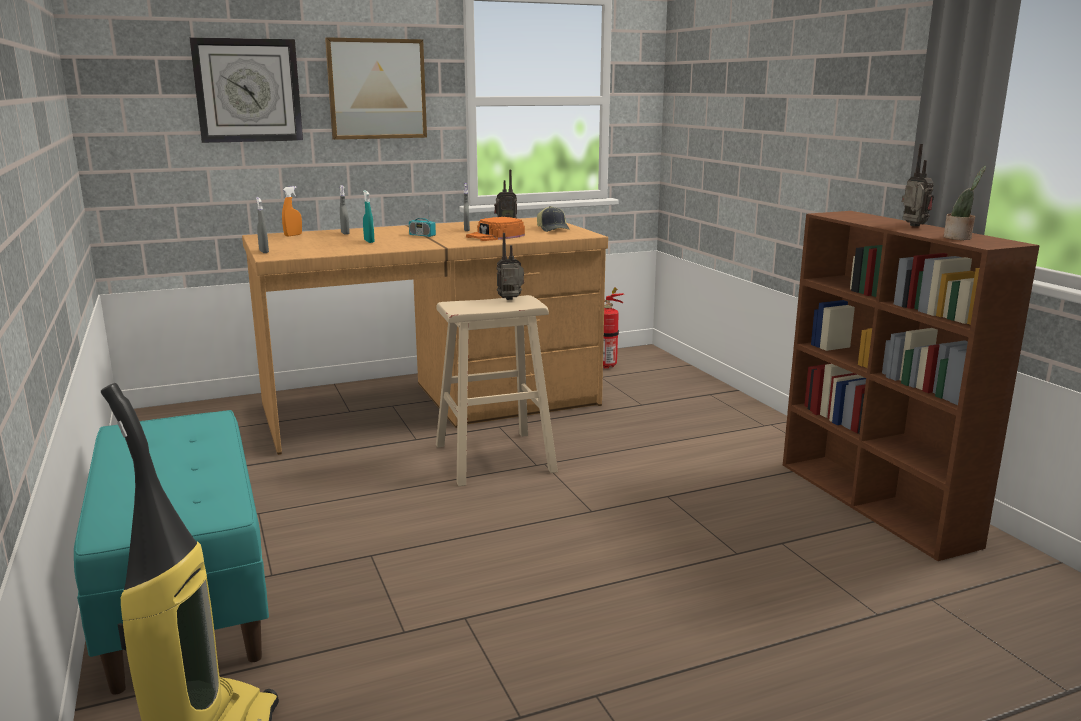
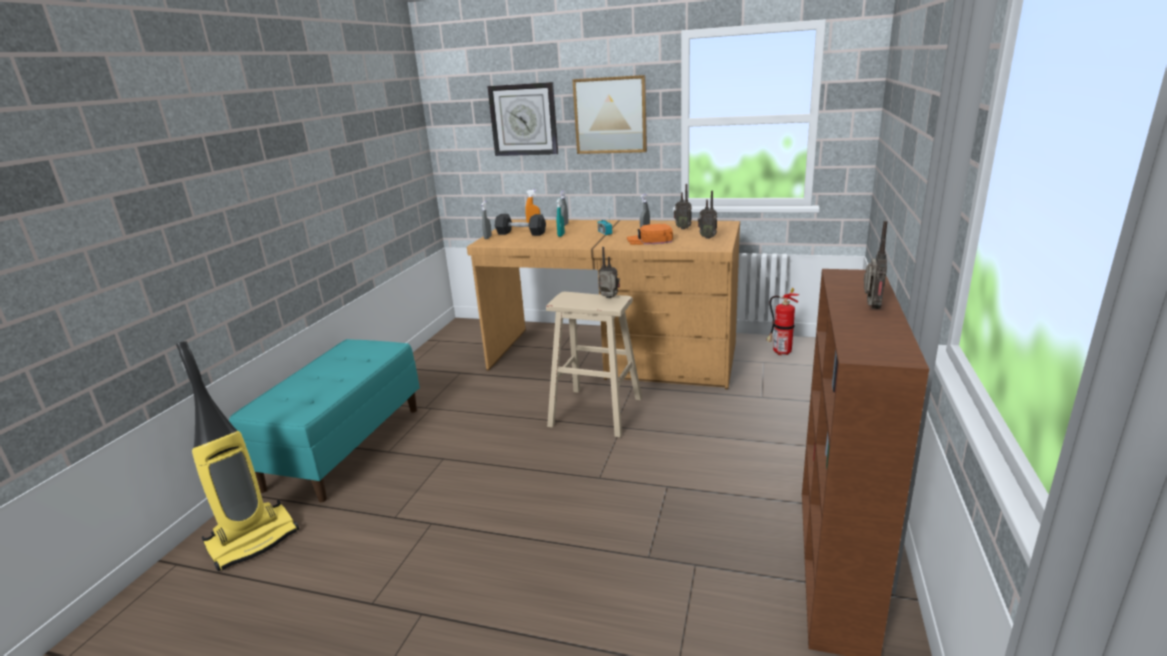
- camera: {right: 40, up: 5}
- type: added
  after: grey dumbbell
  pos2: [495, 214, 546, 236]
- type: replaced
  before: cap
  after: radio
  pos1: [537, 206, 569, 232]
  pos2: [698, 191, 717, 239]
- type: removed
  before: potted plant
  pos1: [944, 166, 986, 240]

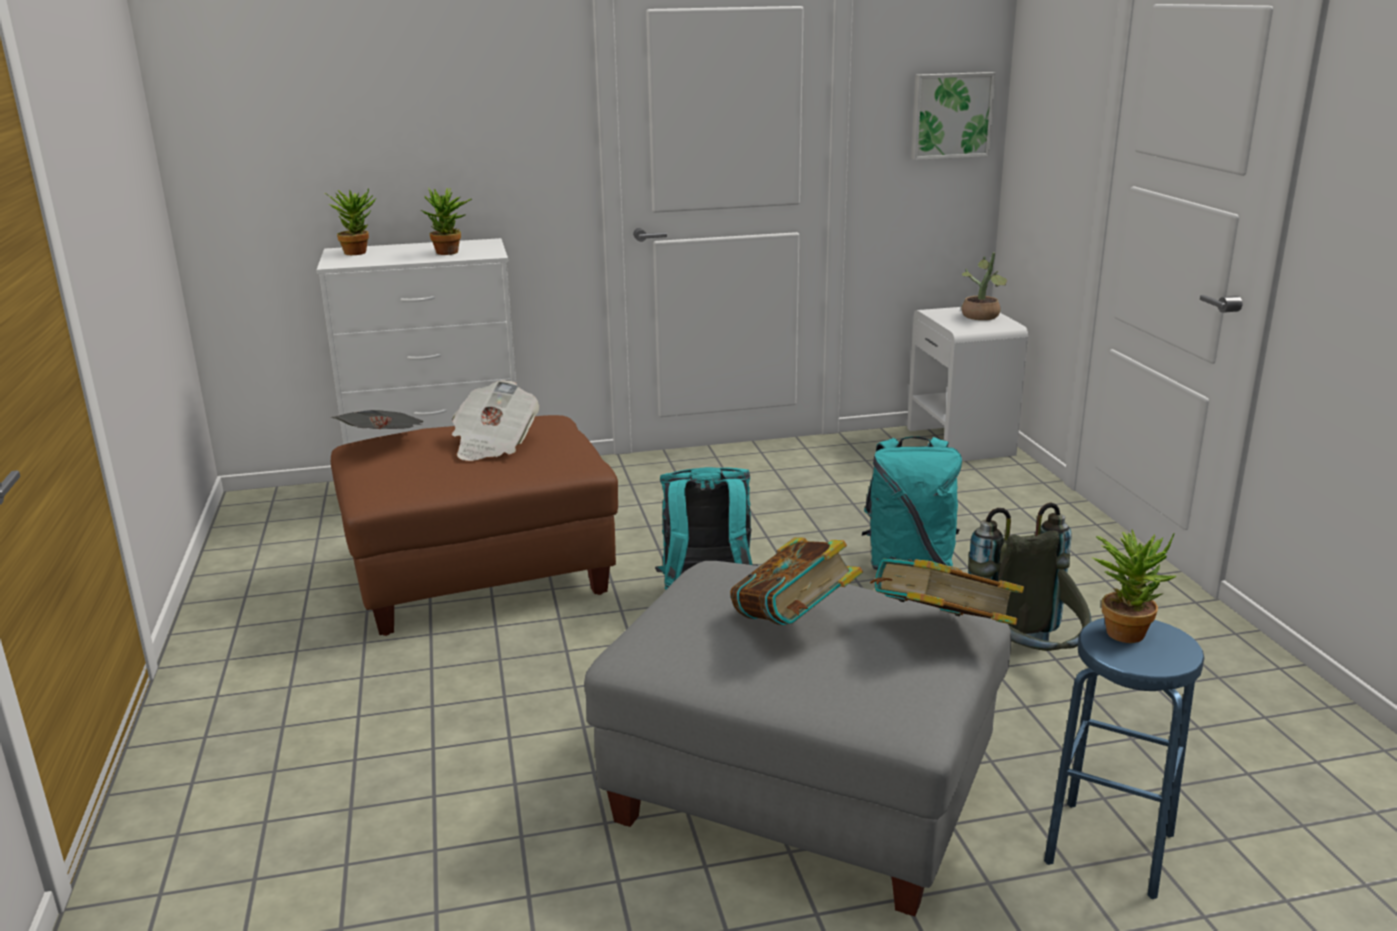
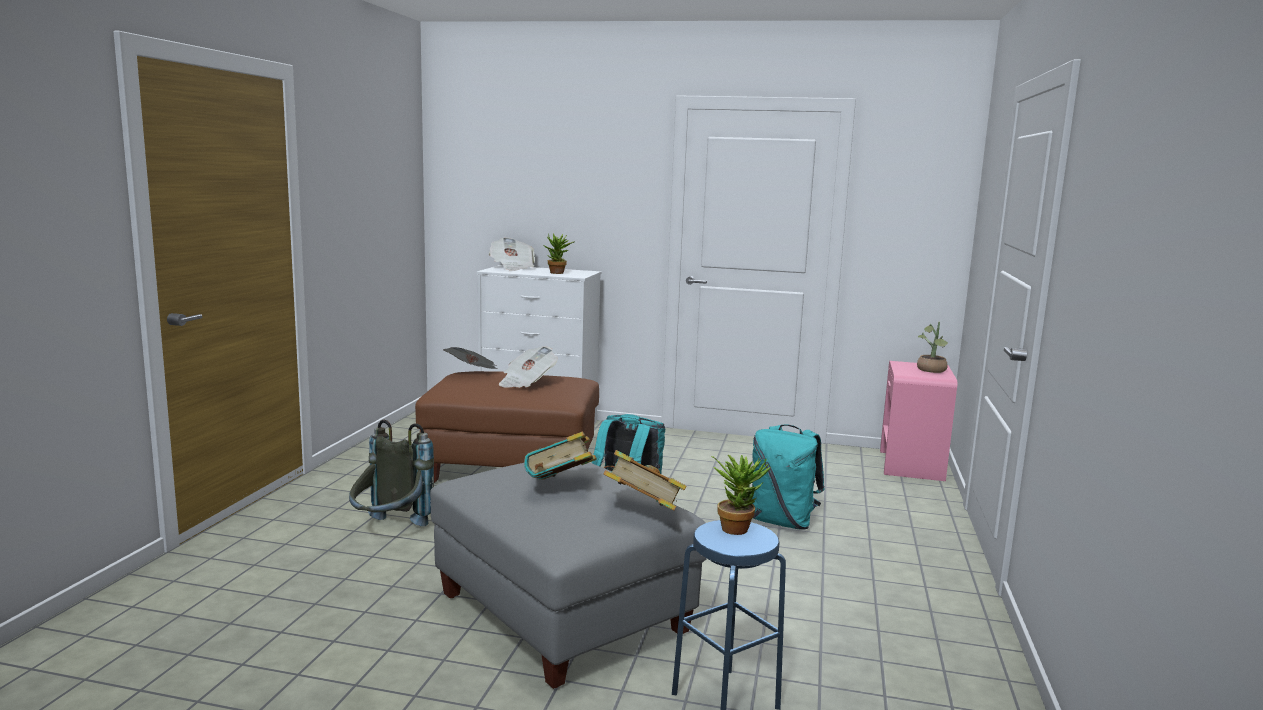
- camera: {right: 25, up: -10}
- type: moved
  before: grey backpack
  pos1: [968, 503, 1091, 651]
  pos2: [349, 420, 434, 526]
- type: replaced
  before: potted plant
  after: newspaper
  pos1: [324, 188, 376, 255]
  pos2: [489, 237, 535, 271]
- type: recoloured
  before: white nightstand
  after: pink nightstand
  pos1: [907, 307, 1028, 461]
  pos2: [880, 361, 957, 481]
- type: removed
  before: picture
  pos1: [911, 72, 996, 160]

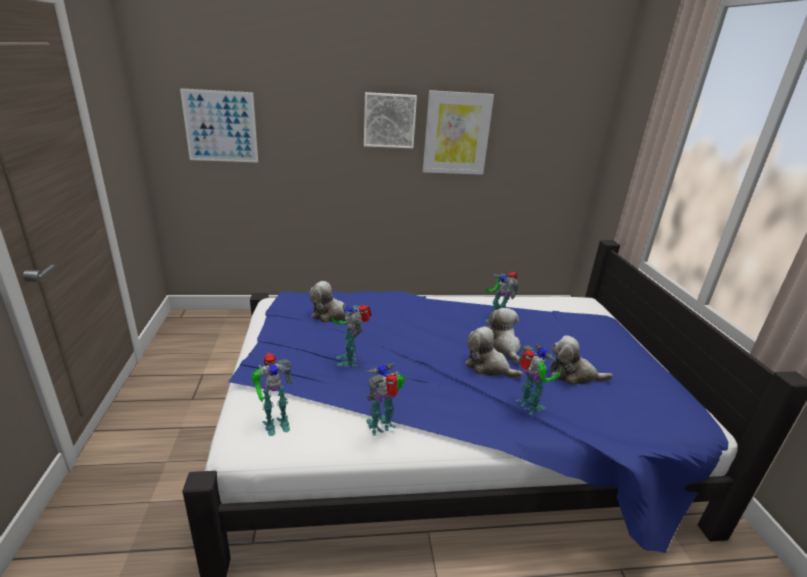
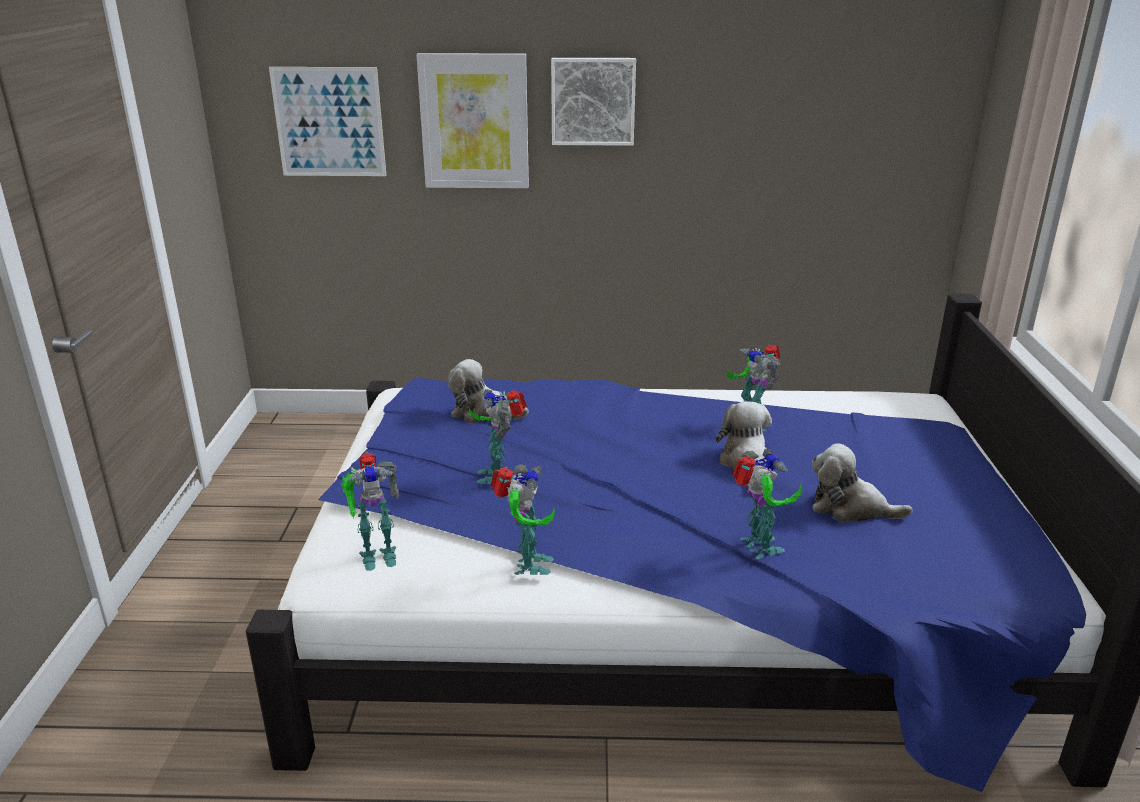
- camera: {right: 10, up: 0}
- type: moved
  before: picture
  pos1: [423, 90, 494, 175]
  pos2: [416, 53, 529, 188]
- type: turned
  before: toy robot
  pos1: [366, 363, 405, 436]
  pos2: [490, 464, 555, 575]
  turn: 120
- type: removed
  before: plush toy
  pos1: [465, 326, 523, 379]

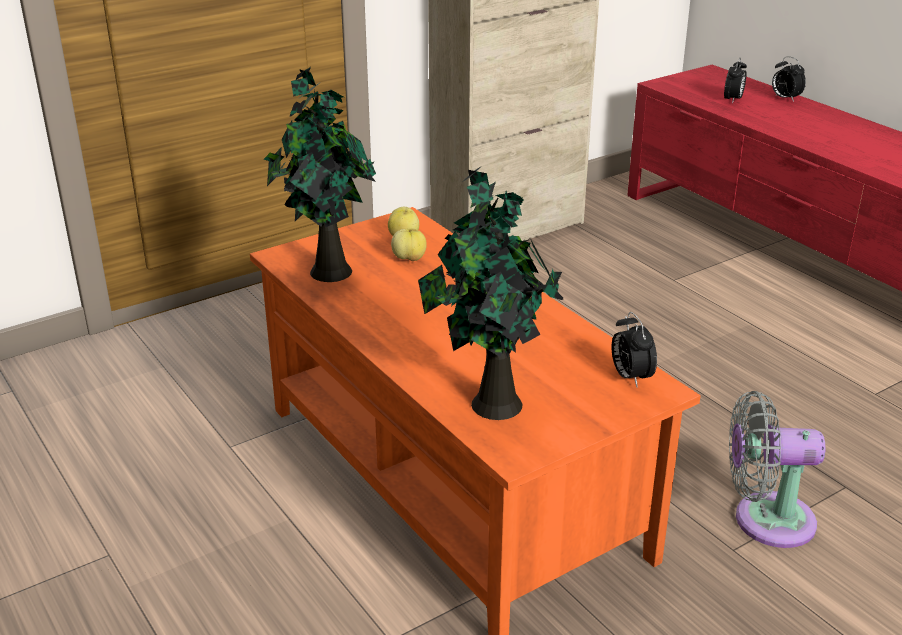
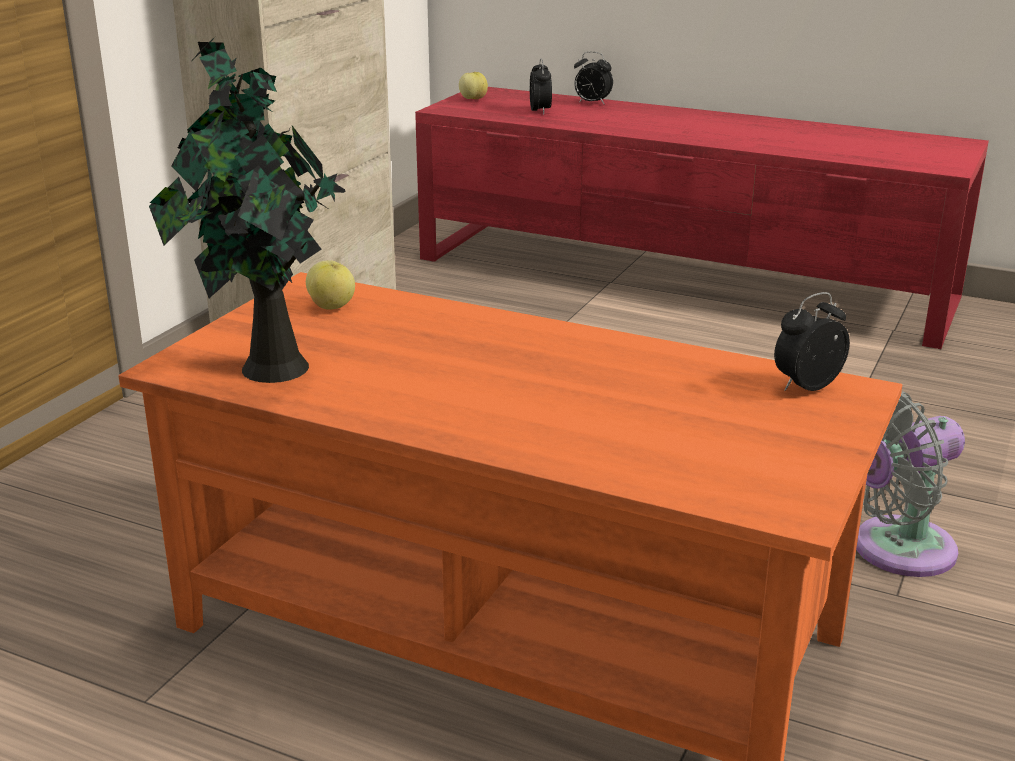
- camera: {right: -30, up: -5}
- type: moved
  before: apple
  pos1: [391, 229, 427, 261]
  pos2: [459, 72, 488, 99]
- type: turned
  before: alarm clock
  pos1: [612, 312, 657, 387]
  pos2: [774, 292, 850, 391]
  turn: 105
- type: removed
  before: potted plant
  pos1: [418, 165, 564, 420]

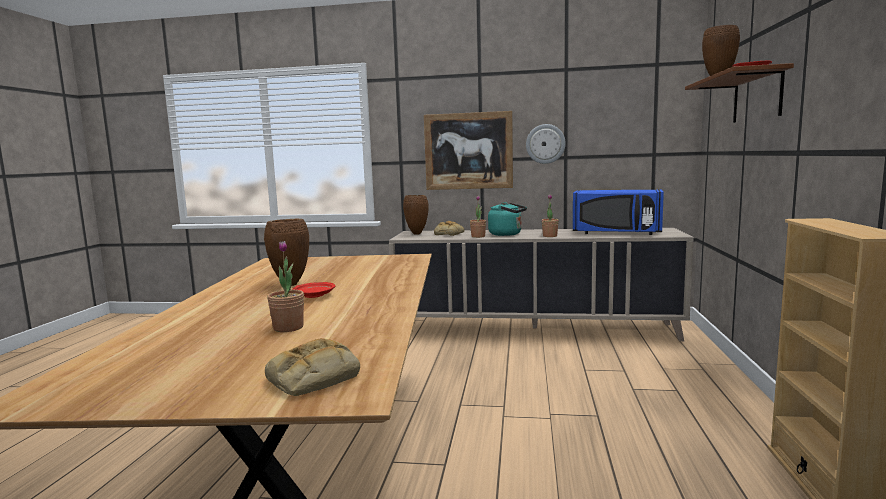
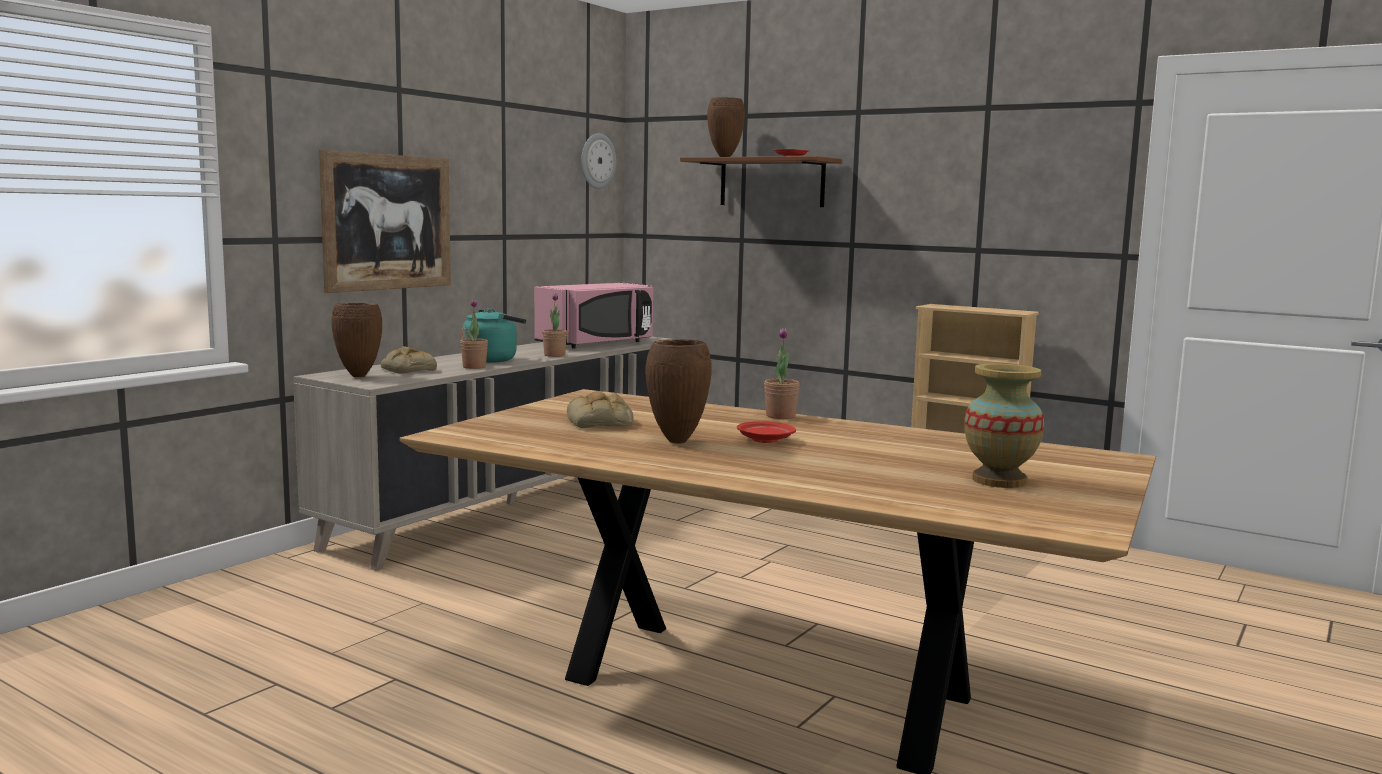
- camera: {right: -65, up: 0}
- type: recoloured
  before: blue microwave
  after: pink microwave
  pos1: [573, 190, 664, 235]
  pos2: [534, 283, 653, 348]
- type: moved
  before: bread
  pos1: [265, 338, 360, 396]
  pos2: [567, 391, 634, 428]
- type: moved
  before: wall clock
  pos1: [526, 124, 566, 164]
  pos2: [581, 133, 616, 189]
- type: moved
  before: potted plant
  pos1: [267, 241, 304, 332]
  pos2: [764, 328, 800, 419]
- type: added
  after: vase
  pos2: [964, 364, 1044, 488]

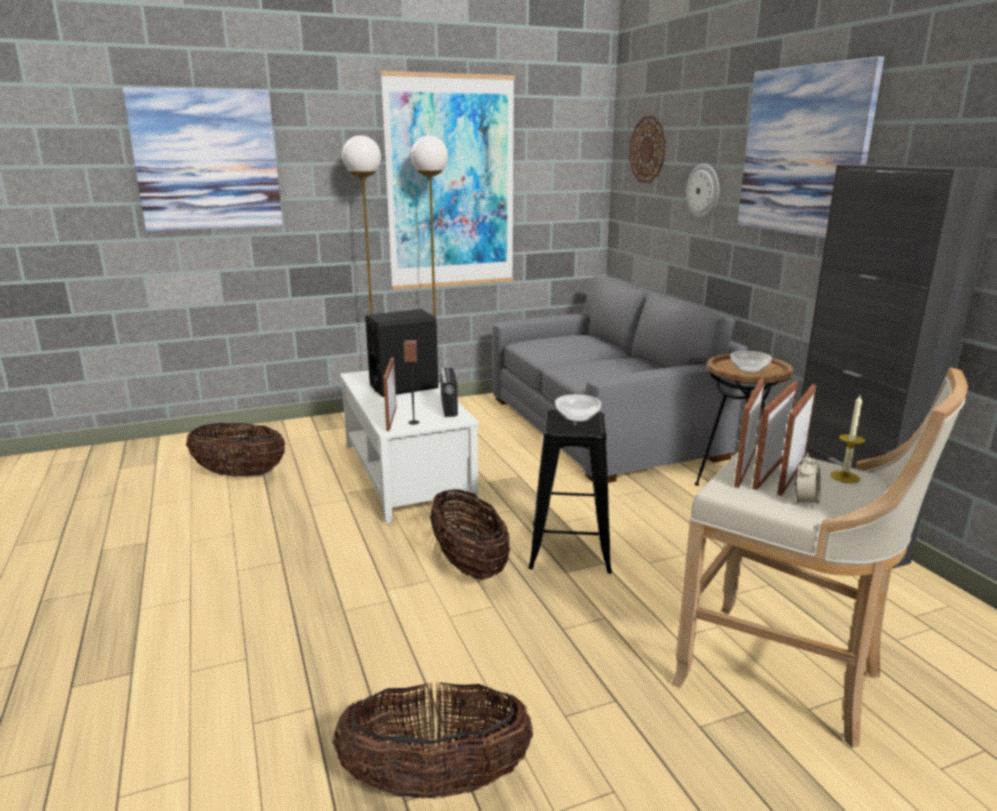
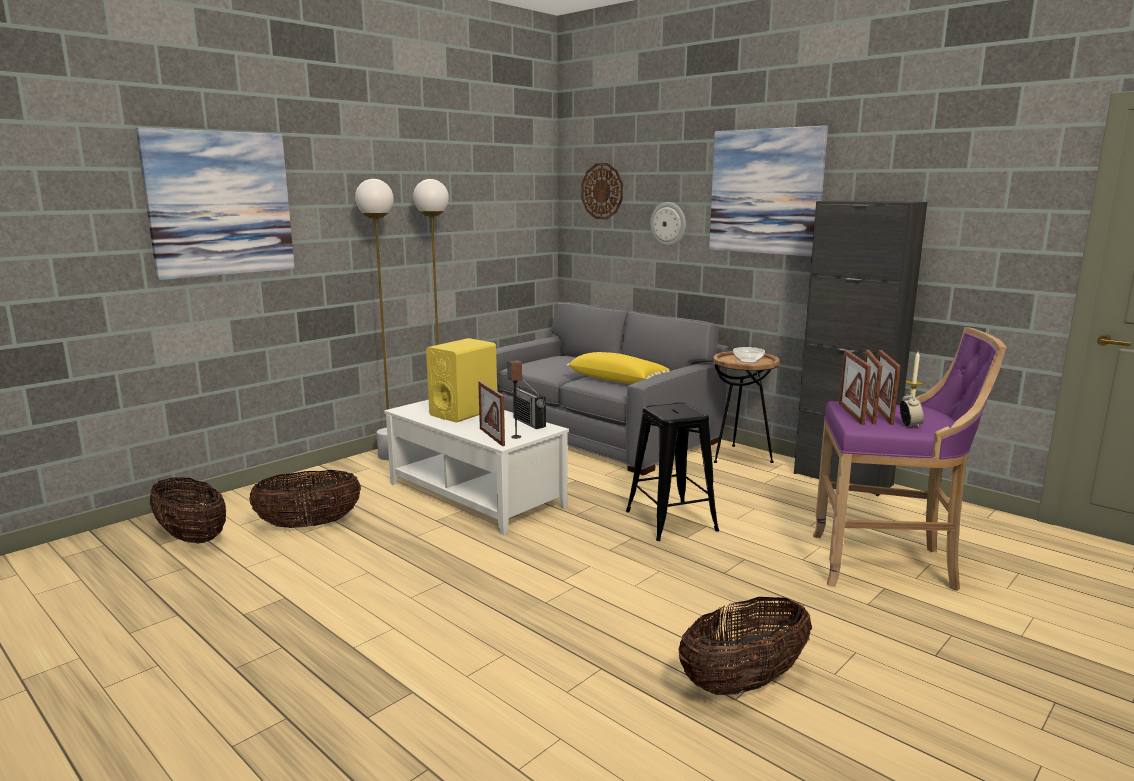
- camera: {right: -25, up: -5}
- type: moved
  before: basket
  pos1: [430, 489, 510, 579]
  pos2: [150, 477, 226, 544]
- type: recoloured
  before: black speaker
  after: yellow speaker
  pos1: [365, 309, 439, 397]
  pos2: [426, 338, 497, 423]
- type: added
  after: yellow pillow
  pos2: [567, 352, 670, 384]
- type: recoloured
  before: beige stool
  after: purple stool
  pos1: [671, 367, 968, 748]
  pos2: [813, 327, 1007, 591]
- type: removed
  before: picture
  pos1: [380, 71, 515, 290]
- type: removed
  before: bowl
  pos1: [555, 394, 601, 422]

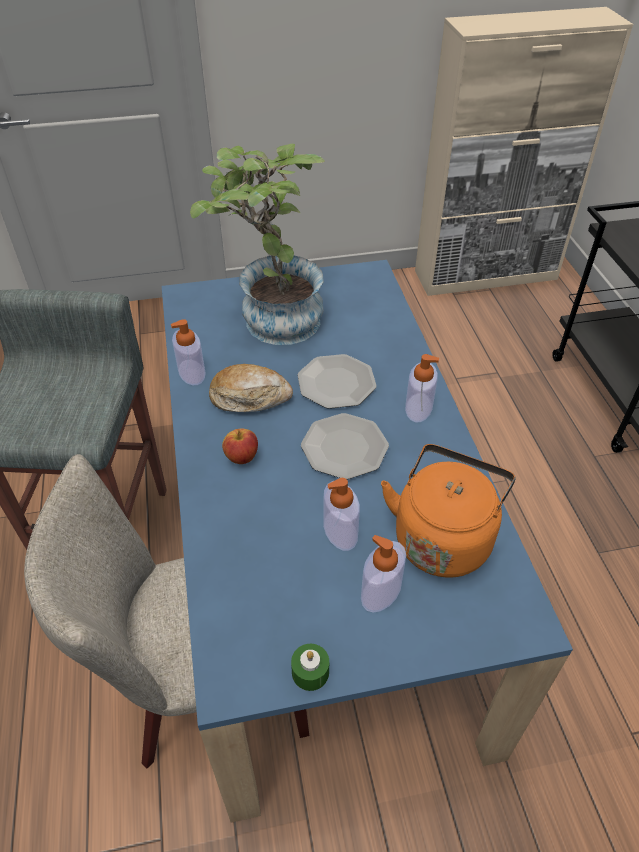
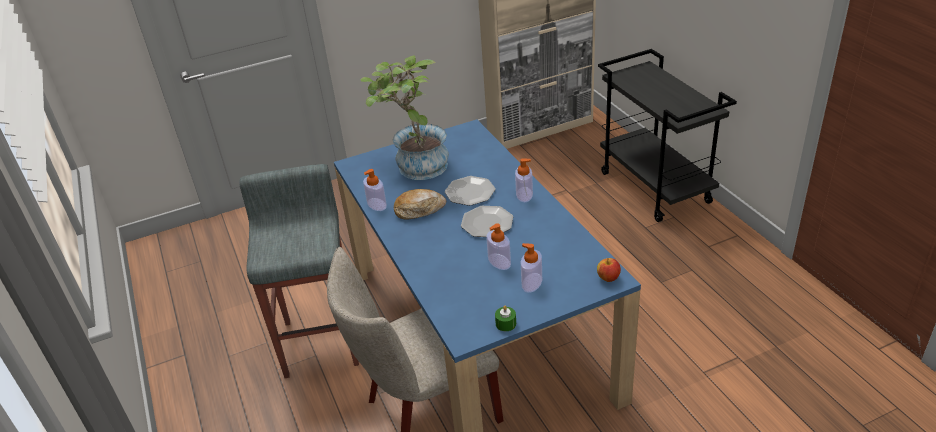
- camera: {right: -10, up: -10}
- type: moved
  before: apple
  pos1: [222, 429, 258, 464]
  pos2: [597, 258, 621, 282]
- type: removed
  before: orange kettle
  pos1: [381, 444, 516, 578]

